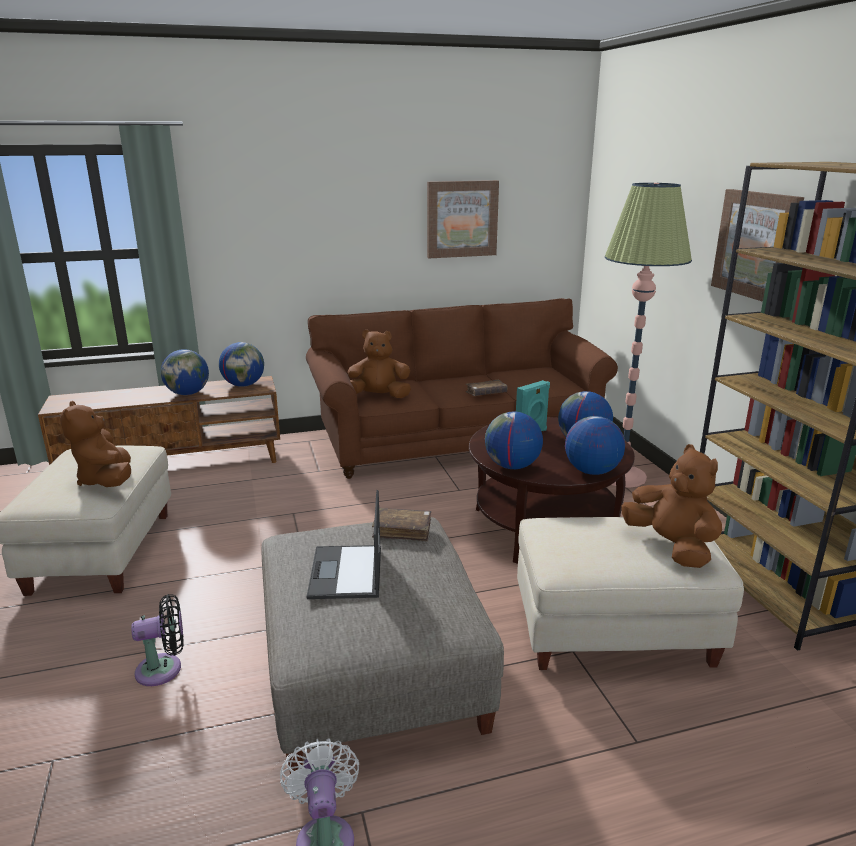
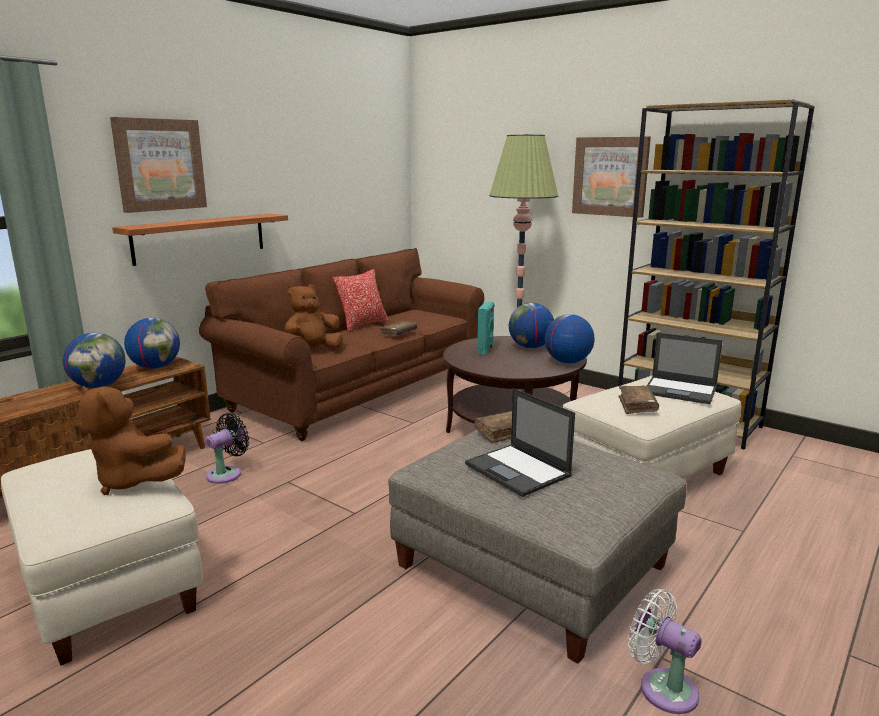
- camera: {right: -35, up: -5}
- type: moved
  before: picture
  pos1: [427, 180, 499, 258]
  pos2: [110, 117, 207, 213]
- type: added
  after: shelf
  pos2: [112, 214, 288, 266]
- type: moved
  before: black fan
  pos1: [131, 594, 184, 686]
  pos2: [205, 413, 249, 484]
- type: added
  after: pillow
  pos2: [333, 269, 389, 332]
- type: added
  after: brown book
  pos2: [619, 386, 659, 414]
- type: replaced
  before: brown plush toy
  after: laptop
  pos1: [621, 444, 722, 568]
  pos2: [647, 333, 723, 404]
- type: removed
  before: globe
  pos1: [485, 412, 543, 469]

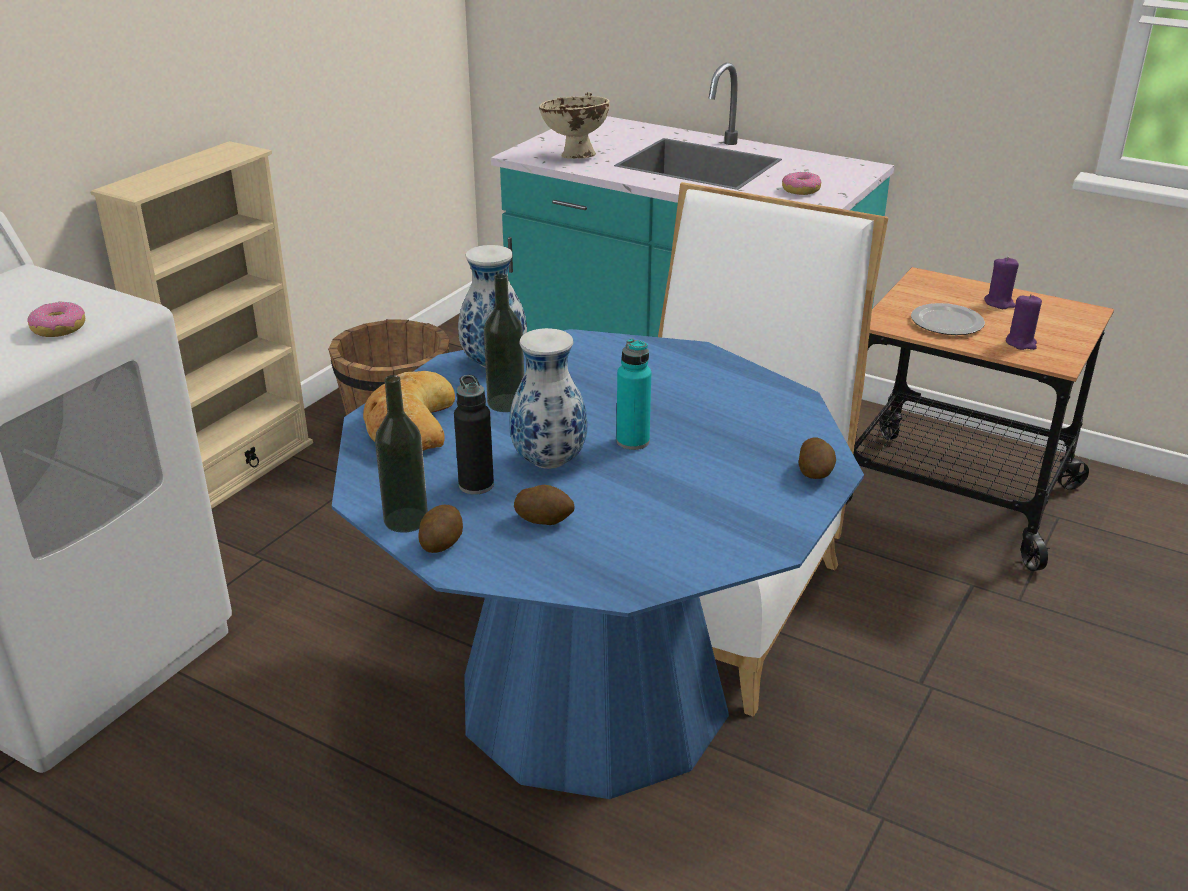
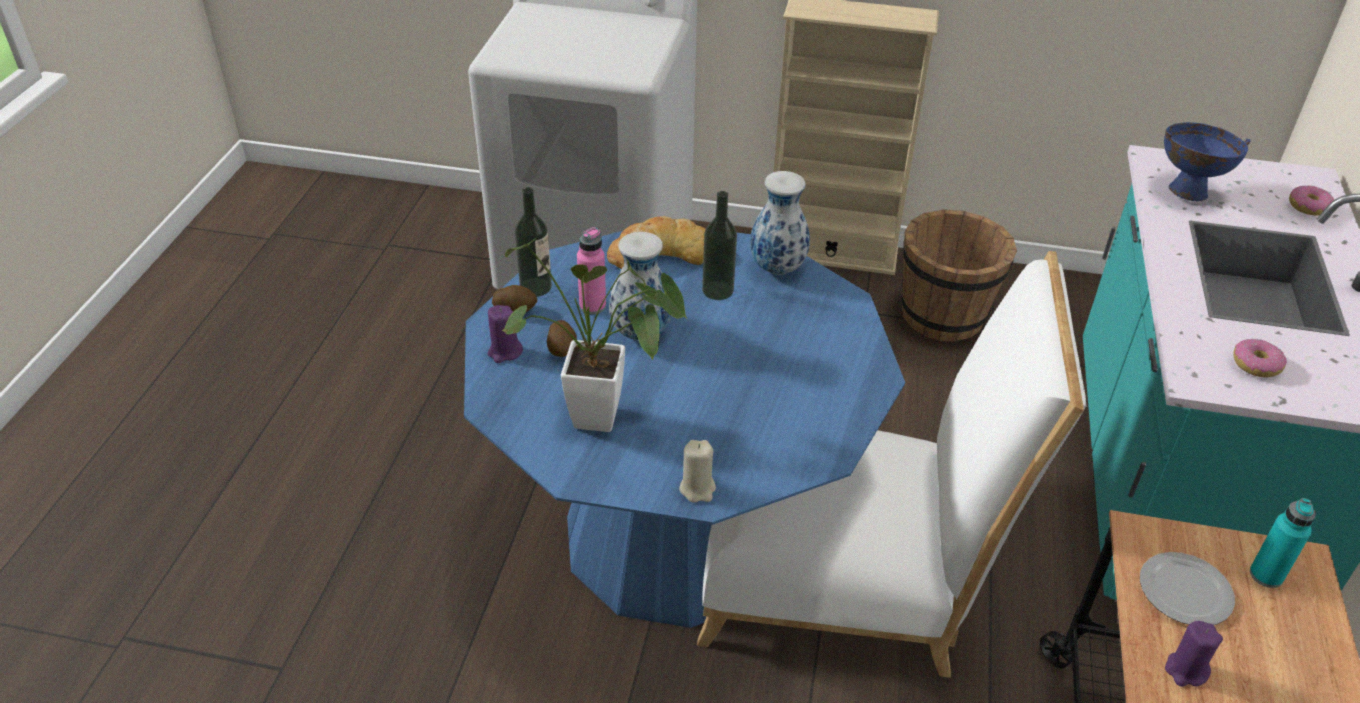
- camera: {right: 70, up: 10}
- type: moved
  before: purple candle
  pos1: [984, 257, 1019, 309]
  pos2: [488, 305, 523, 363]
- type: added
  after: potted plant
  pos2: [502, 238, 687, 432]
- type: recoloured
  before: black bottle
  after: pink bottle
  pos1: [454, 375, 494, 495]
  pos2: [577, 227, 606, 315]
- type: replaced
  before: potato
  after: beige candle
  pos1: [799, 438, 836, 479]
  pos2: [679, 440, 716, 503]
- type: recoloured
  before: beige bowl
  after: blue bowl
  pos1: [539, 92, 609, 159]
  pos2: [1164, 122, 1251, 201]
- type: moved
  before: turquoise bottle
  pos1: [617, 339, 651, 450]
  pos2: [1250, 498, 1316, 588]
- type: moved
  before: donut
  pos1: [27, 302, 85, 337]
  pos2: [1289, 185, 1334, 215]

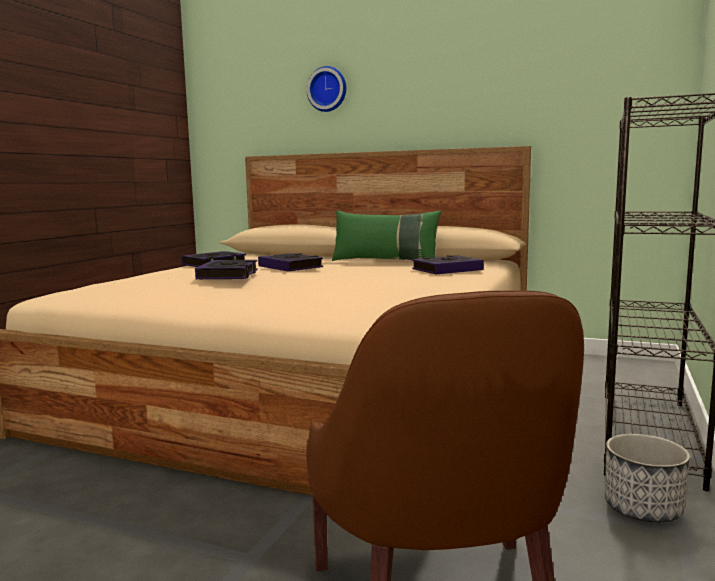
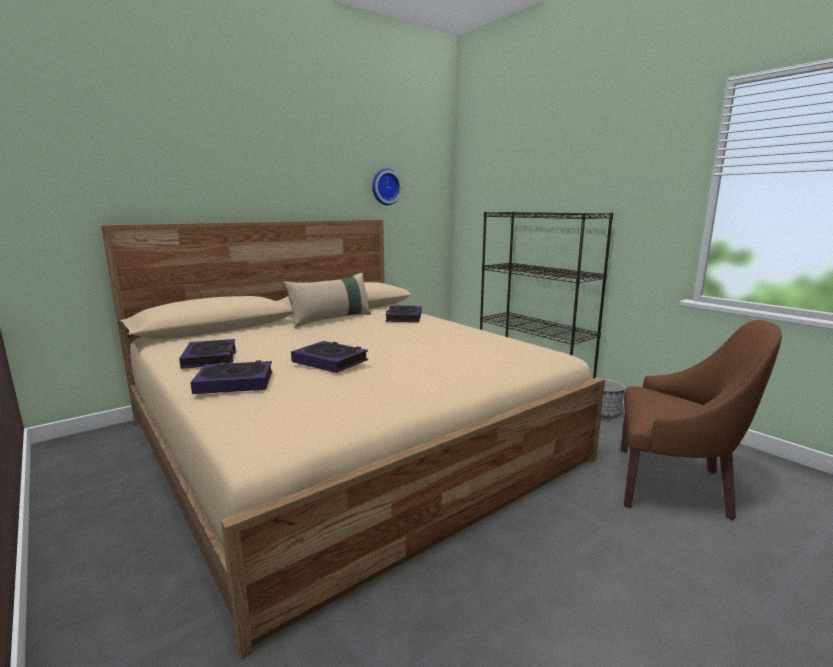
- camera: {right: -60, up: 5}
- type: moved
  before: book
  pos1: [258, 253, 323, 271]
  pos2: [190, 360, 273, 394]
- type: recoloured
  before: green pillow
  after: beige pillow
  pos1: [332, 210, 441, 261]
  pos2: [283, 273, 371, 328]
- type: moved
  before: wall clock
  pos1: [307, 66, 346, 112]
  pos2: [372, 169, 402, 205]

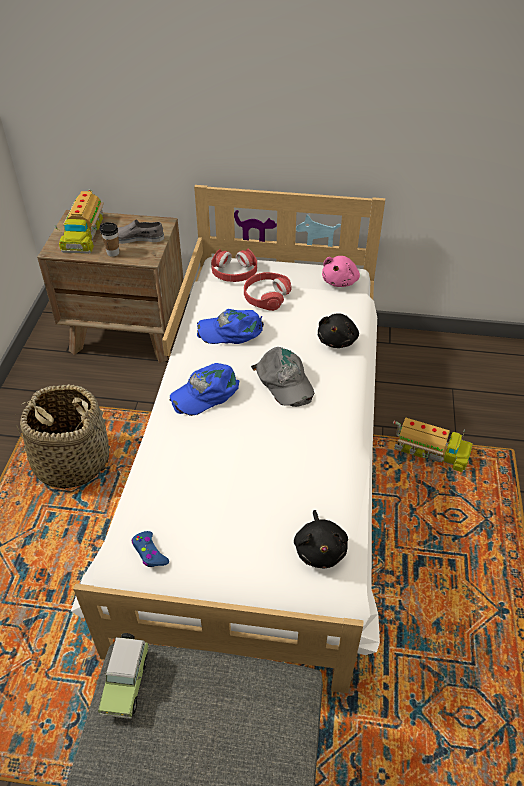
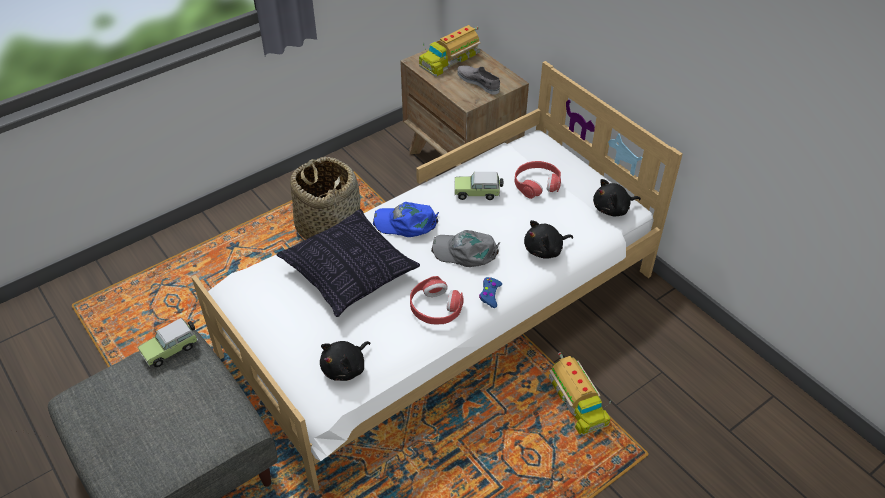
- camera: {right: 45, up: 0}
- type: added
  after: pillow
  pos2: [277, 209, 420, 317]
- type: moved
  before: red headphones
  pos1: [211, 248, 257, 282]
  pos2: [410, 276, 464, 324]
- type: turned
  before: grey cap
  pos1: [251, 347, 314, 407]
  pos2: [431, 230, 500, 267]
  turn: 90
- type: replaced
  before: blue cap
  after: toy car
  pos1: [197, 309, 264, 344]
  pos2: [454, 172, 503, 200]
- type: moved
  before: blue game controller
  pos1: [132, 531, 169, 567]
  pos2: [479, 277, 502, 308]
- type: recoloured
  before: pink plush toy
  after: black plush toy
  pos1: [322, 256, 360, 287]
  pos2: [593, 179, 641, 216]
- type: removed
  before: cup
  pos1: [100, 222, 119, 257]

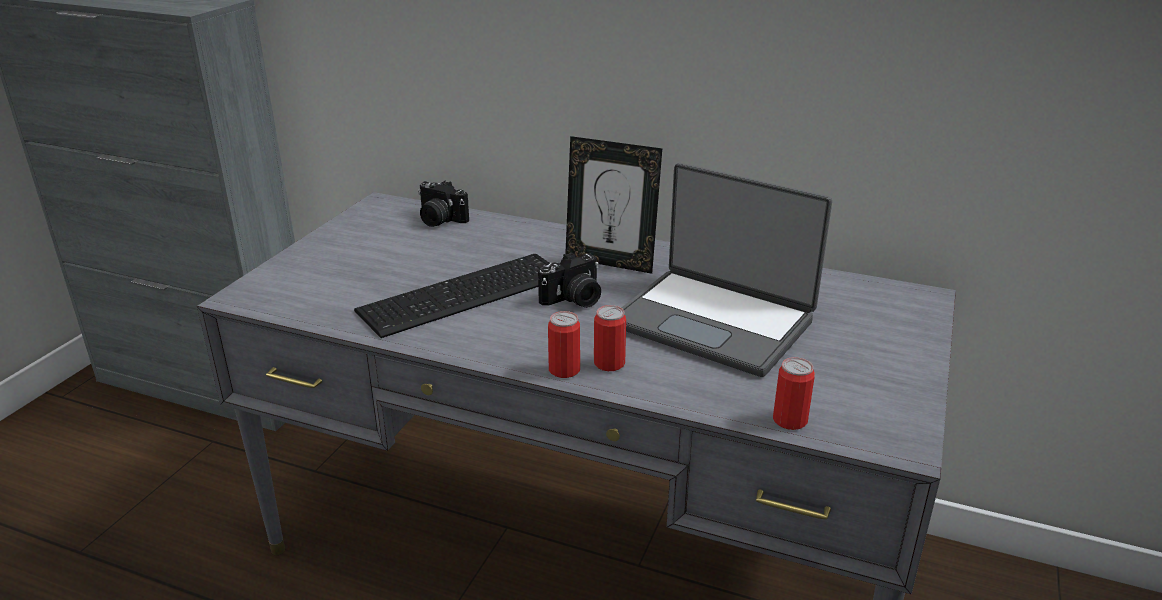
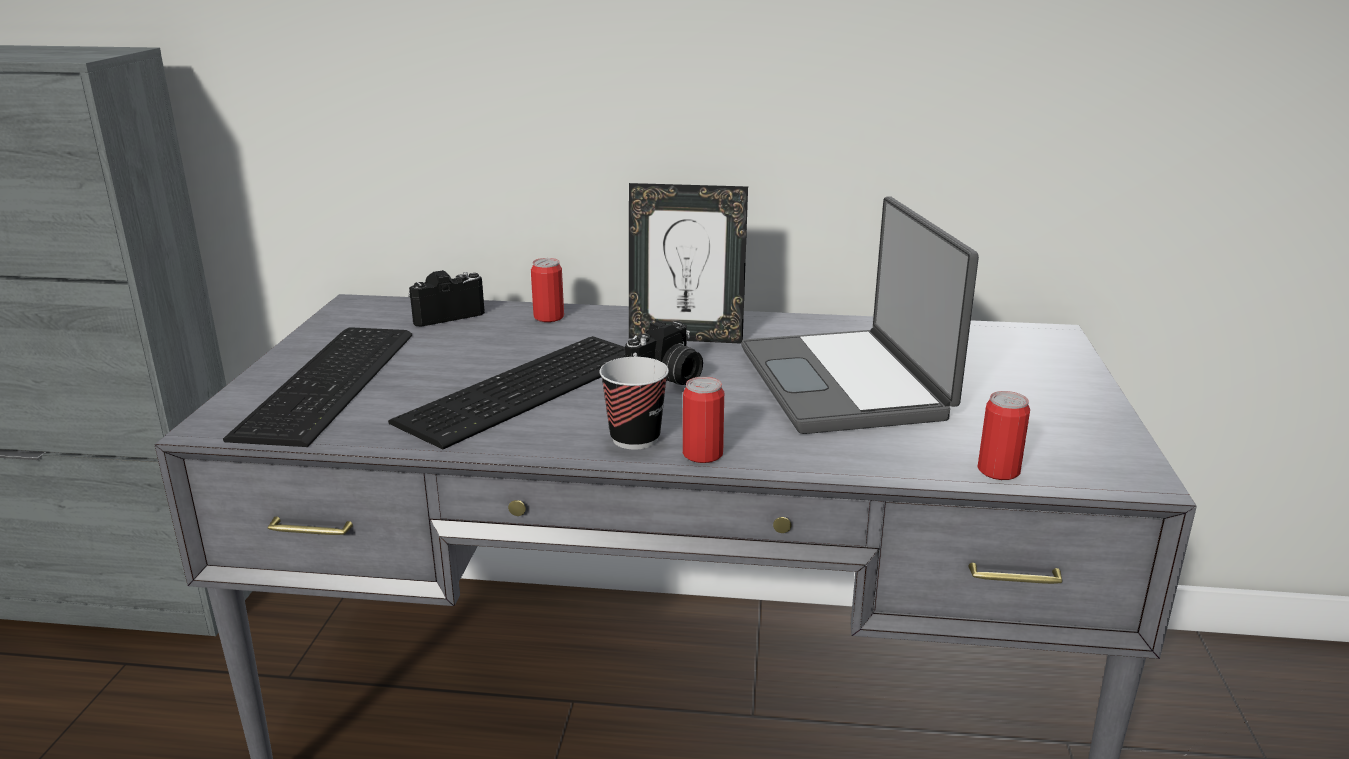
- camera: {right: -15, up: -5}
- type: added
  after: keyboard
  pos2: [223, 327, 412, 447]
- type: turned
  before: photo camera
  pos1: [418, 181, 469, 227]
  pos2: [408, 270, 485, 326]
  turn: 135
- type: moved
  before: can
  pos1: [594, 305, 626, 371]
  pos2: [531, 258, 564, 322]
- type: added
  after: cup
  pos2: [600, 357, 669, 450]
- type: turned
  before: laptop
  pos1: [622, 163, 832, 377]
  pos2: [741, 196, 979, 434]
  turn: 60

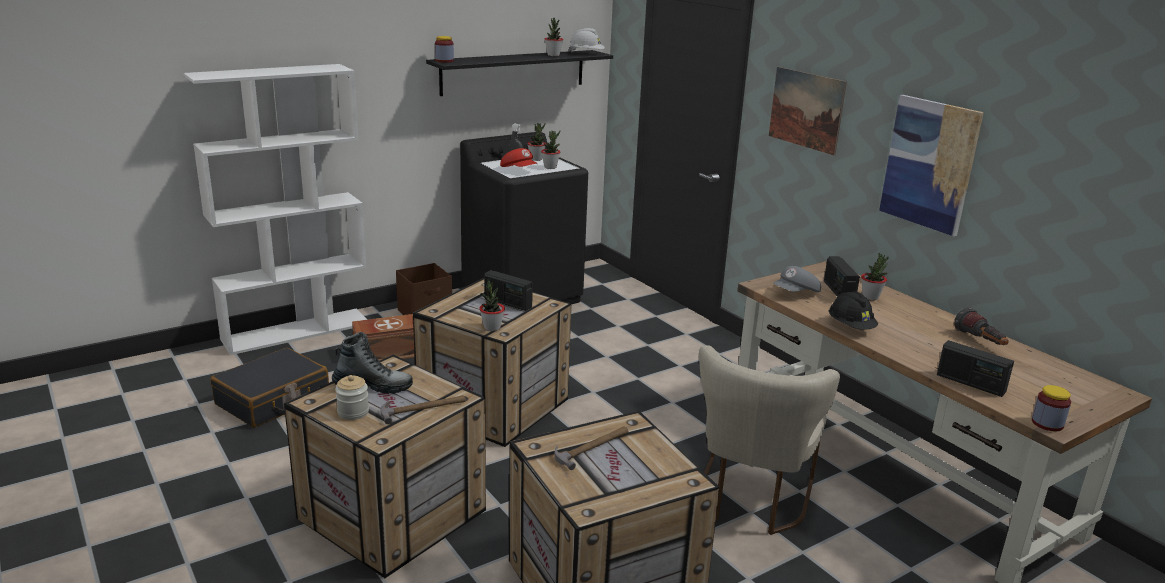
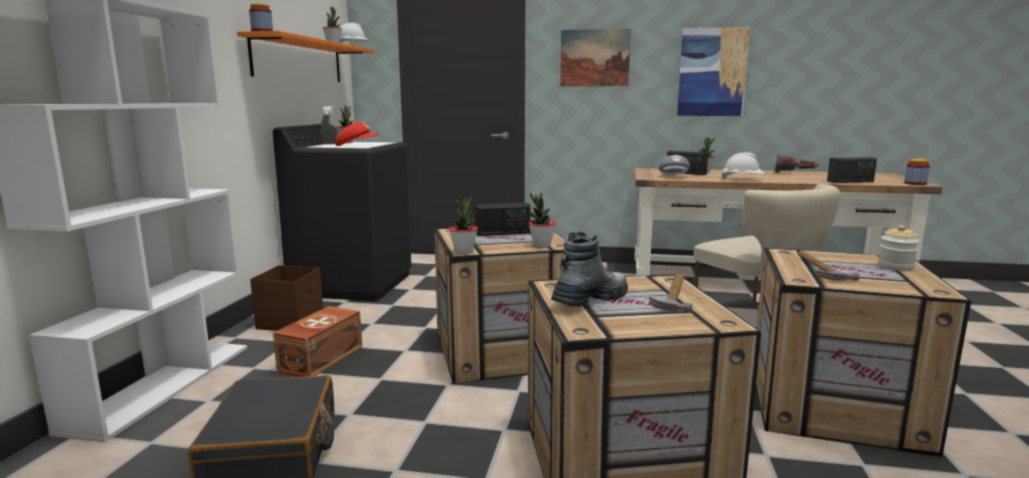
- camera: {right: -45, up: -10}
- type: recoloured
  before: black shelf
  after: orange shelf
  pos1: [426, 50, 613, 96]
  pos2: [237, 31, 374, 82]
- type: moved
  before: potted plant
  pos1: [541, 131, 560, 169]
  pos2: [449, 195, 478, 254]
- type: recoloured
  before: black hard hat
  after: white hard hat
  pos1: [829, 291, 878, 330]
  pos2: [722, 152, 765, 179]
- type: moved
  before: jar
  pos1: [335, 375, 369, 420]
  pos2: [878, 225, 919, 271]

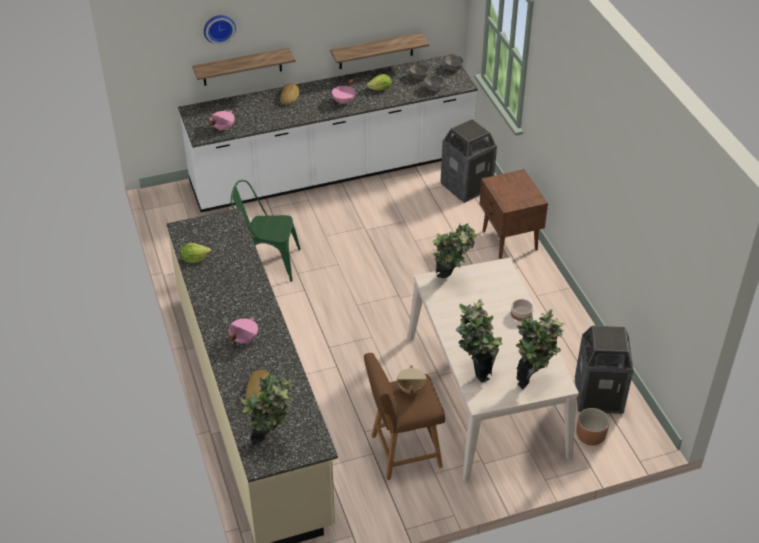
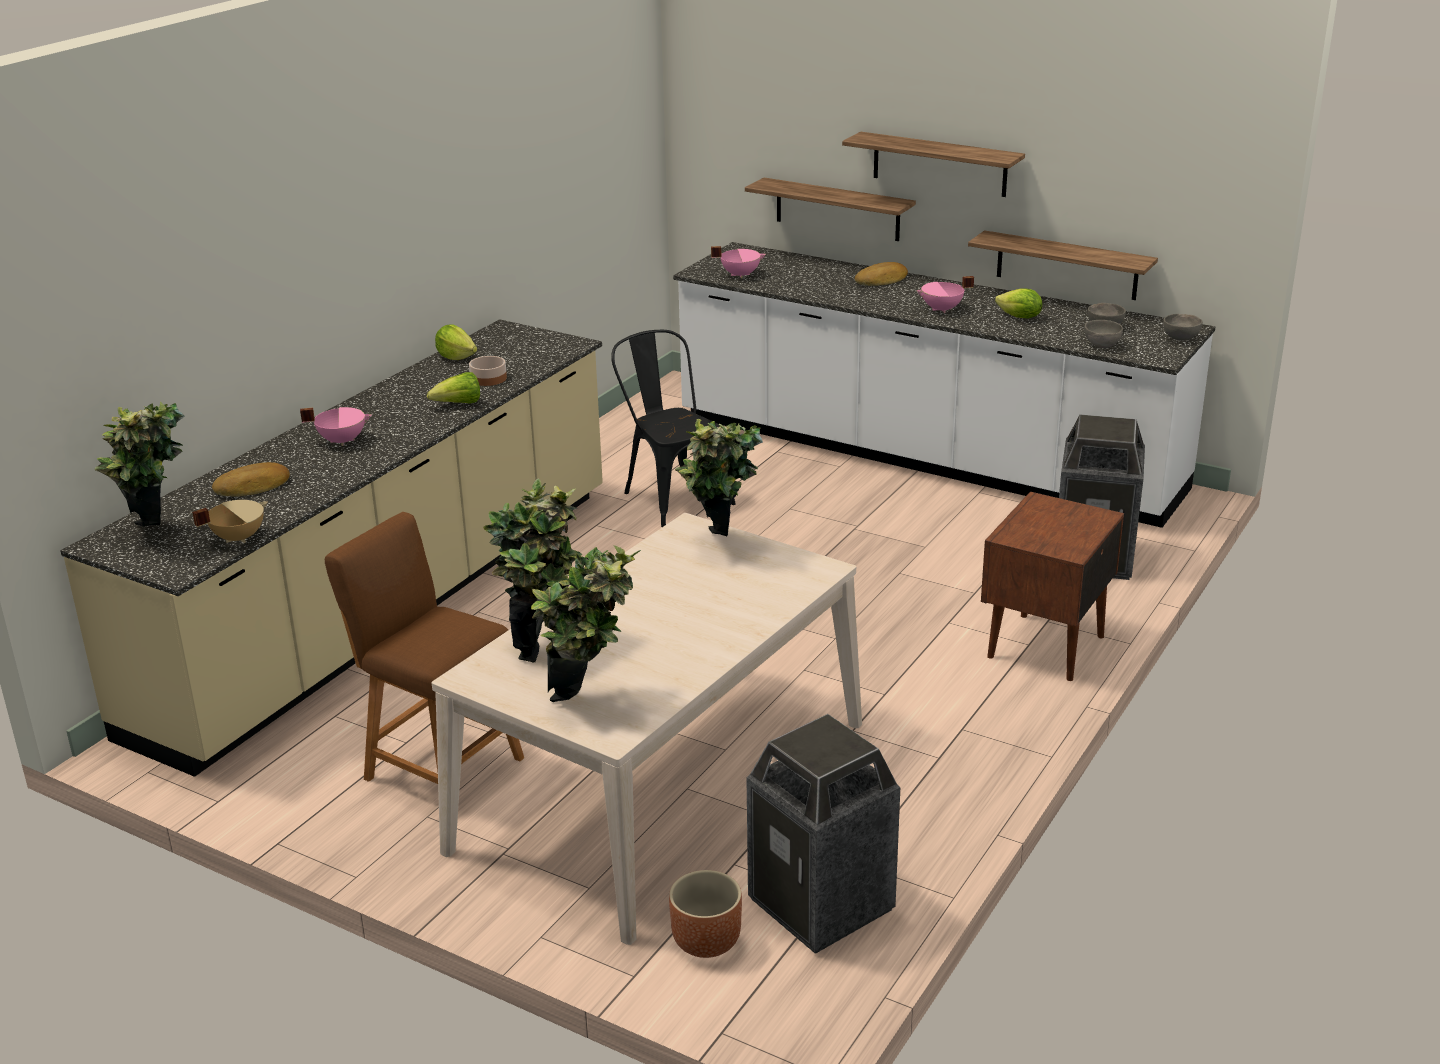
- camera: {right: 50, up: -15}
- type: moved
  before: beige cooking pot
  pos1: [397, 365, 426, 395]
  pos2: [192, 500, 268, 543]
- type: added
  after: lettuce
  pos2: [427, 372, 480, 404]
- type: moved
  before: bowl
  pos1: [511, 299, 533, 321]
  pos2: [469, 356, 507, 386]
- type: recoloured
  before: green chair
  after: black chair
  pos1: [231, 180, 301, 282]
  pos2: [611, 330, 735, 527]
- type: added
  after: shelf
  pos2: [842, 132, 1025, 197]
- type: removed
  before: wall clock
  pos1: [204, 15, 236, 44]

